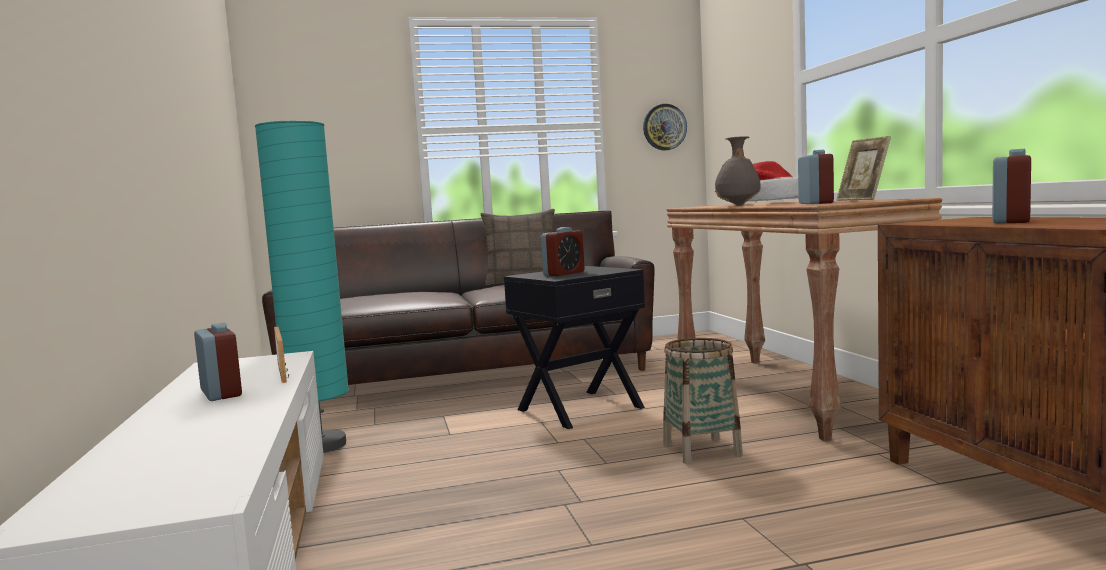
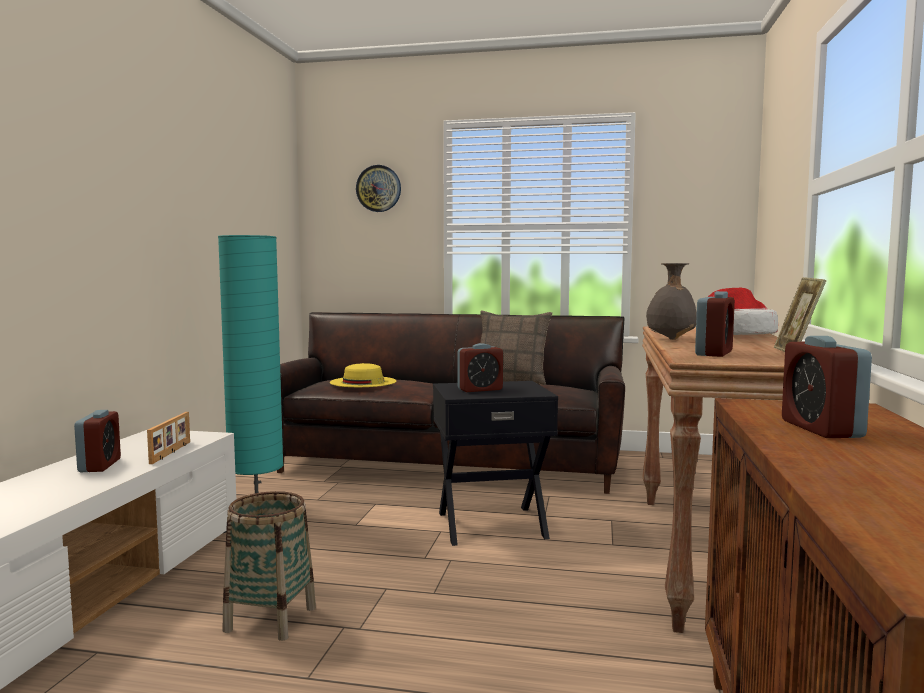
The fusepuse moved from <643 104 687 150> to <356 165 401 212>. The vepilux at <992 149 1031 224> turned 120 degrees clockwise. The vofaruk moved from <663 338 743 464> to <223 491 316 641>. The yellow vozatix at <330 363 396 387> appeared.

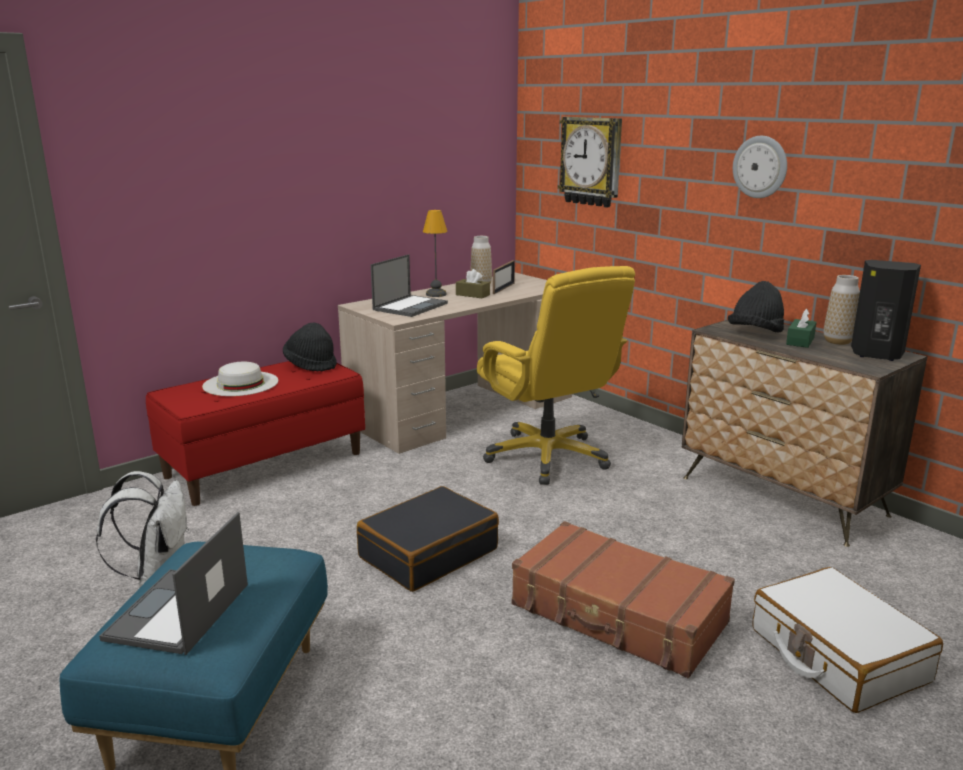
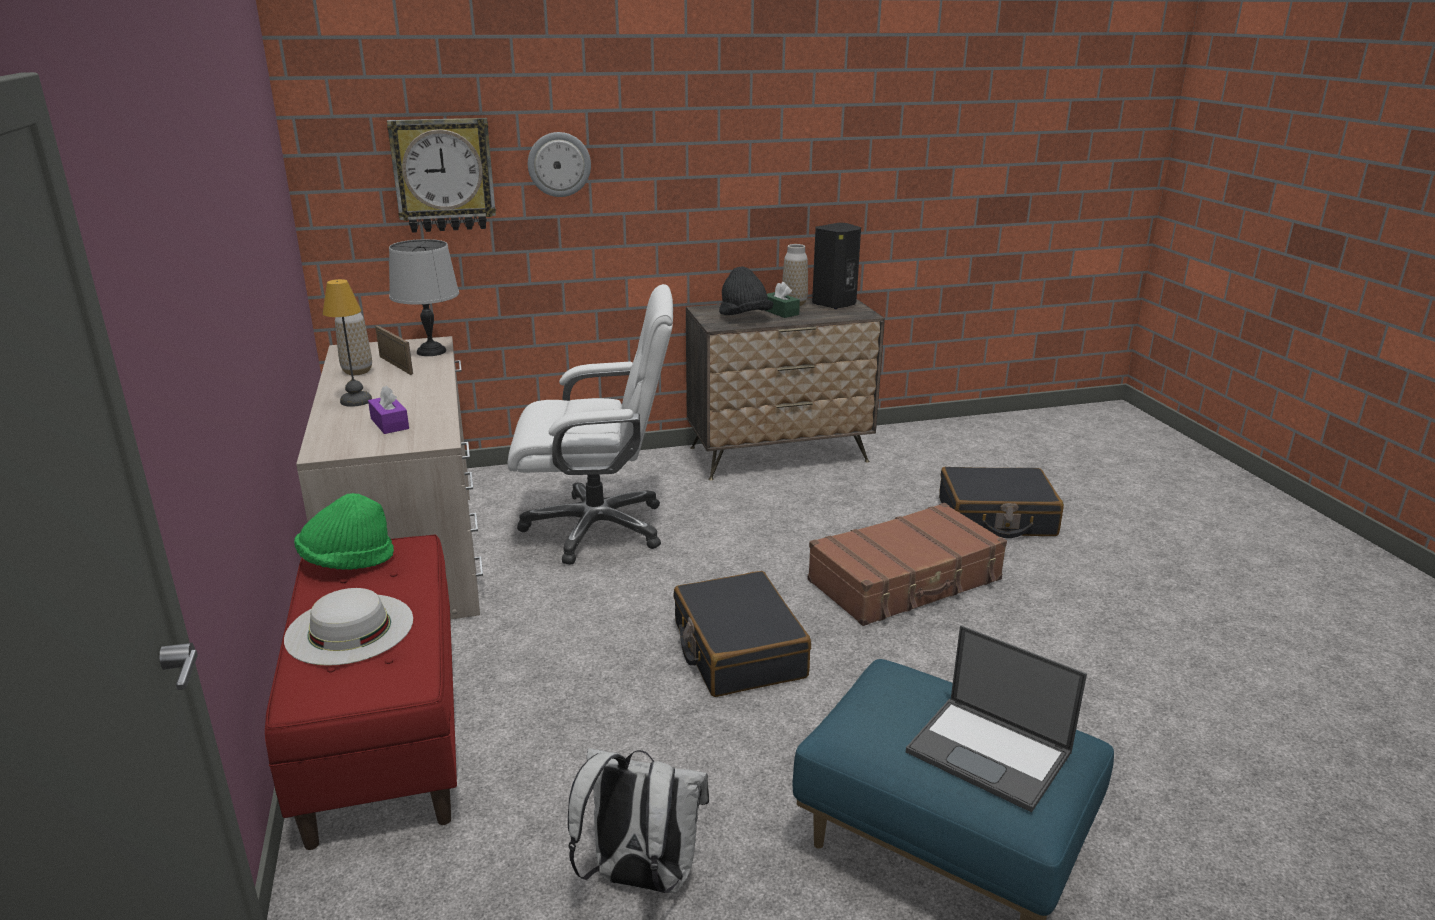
The fusepuse moved from <733 136 787 198> to <528 132 591 197>. The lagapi at <371 254 448 317> was replaced by the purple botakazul at <368 386 409 434>. The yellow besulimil at <477 266 635 485> became the white besulimil at <508 284 673 564>. The brown botakazul at <456 269 490 298> disappeared. The black vozatix at <283 323 337 372> became the green vozatix at <294 493 394 570>. The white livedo at <753 567 943 713> became the black livedo at <939 467 1064 538>. The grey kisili at <389 239 459 356> appeared.

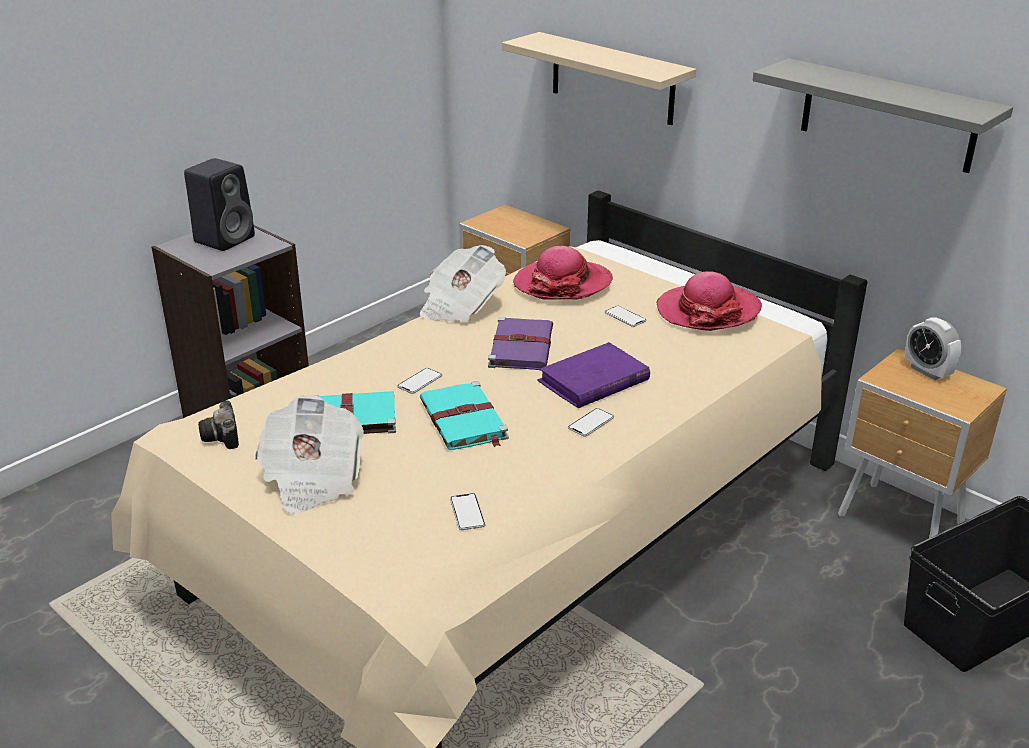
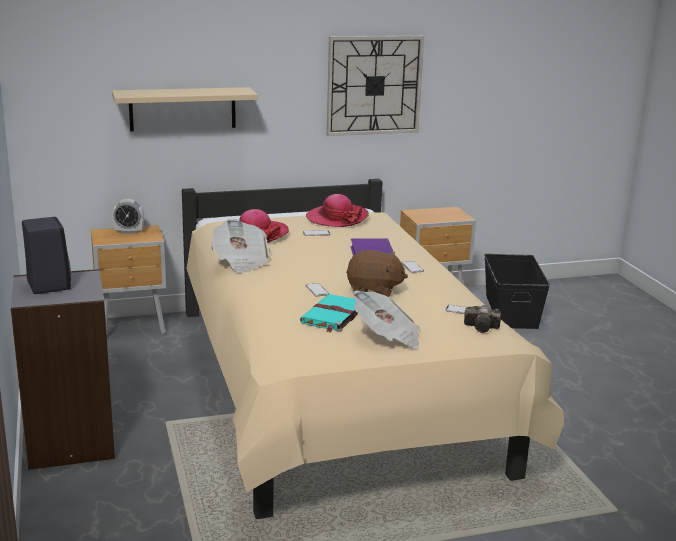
The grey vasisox at <753 58 1013 173> was replaced by the fusepuse at <327 36 424 136>. The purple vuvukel at <488 317 553 370> disappeared. The vepilux moved from <905 317 961 380> to <112 199 144 234>. The turquoise vuvukel at <420 381 509 450> was replaced by the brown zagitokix at <346 250 408 297>. The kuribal moved from <198 401 239 449> to <464 305 501 333>.

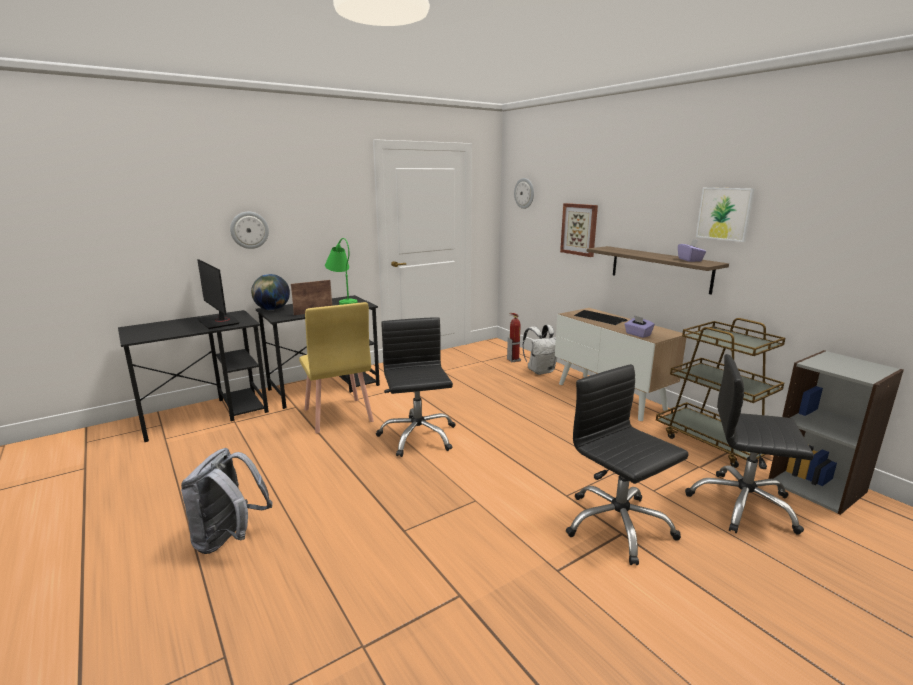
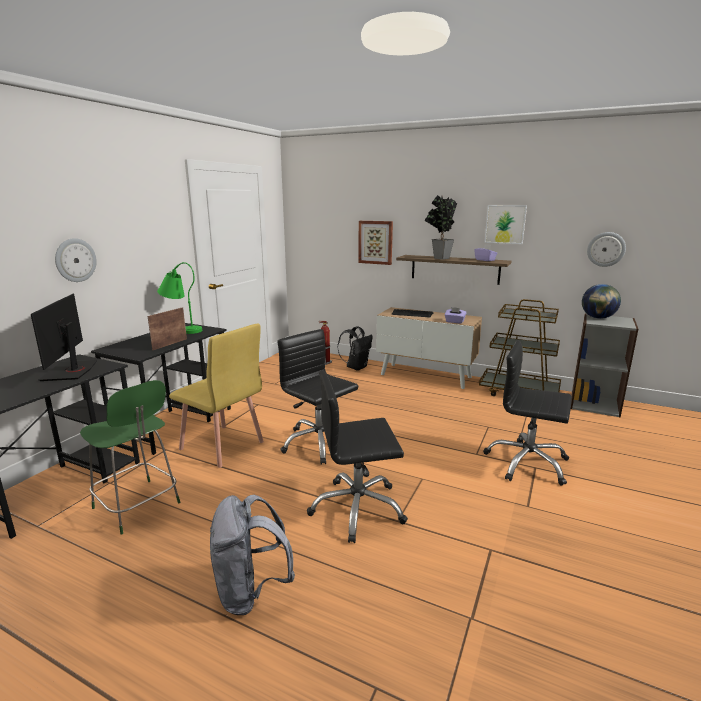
The fusepuse moved from <514 178 534 209> to <587 232 626 267>. The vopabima at <197 259 240 329> turned 60 degrees clockwise. The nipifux moved from <251 274 290 310> to <582 284 621 319>. The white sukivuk at <523 325 557 375> became the black sukivuk at <338 326 373 371>. The black besulimil moved from <685 354 814 535> to <307 370 408 543>. The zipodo at <424 195 457 260> appeared. The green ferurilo at <80 380 180 535> appeared.

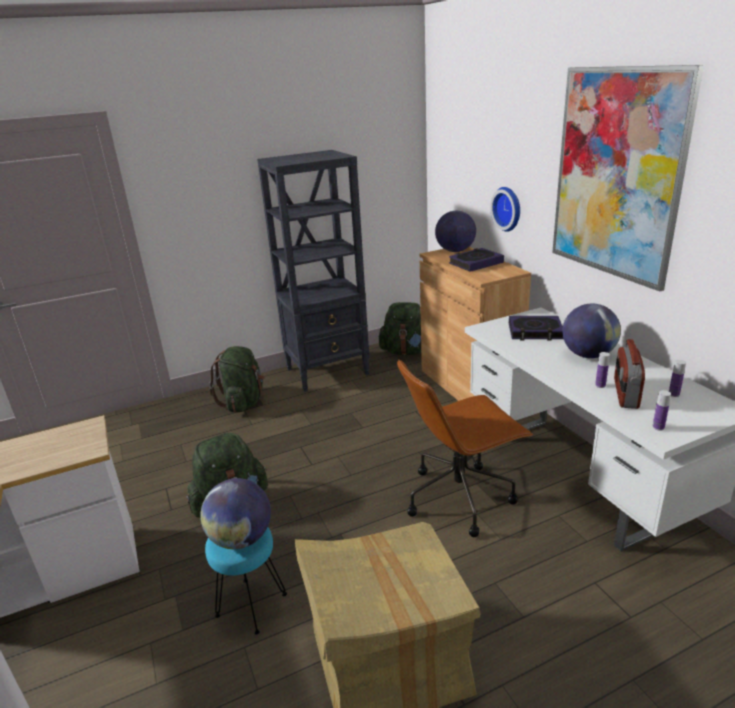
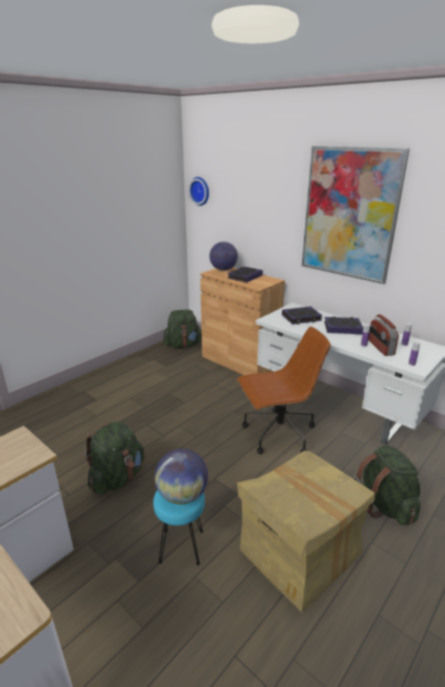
The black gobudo at <257 150 370 392> disappeared. The fusepuse moved from <490 187 520 232> to <189 177 209 206>. The nipifux at <562 303 621 358> was replaced by the vuvukel at <324 316 363 334>. The green sukivuk moved from <209 346 265 413> to <353 446 421 525>. The brown besulimil at <397 360 533 537> turned 150 degrees counterclockwise.

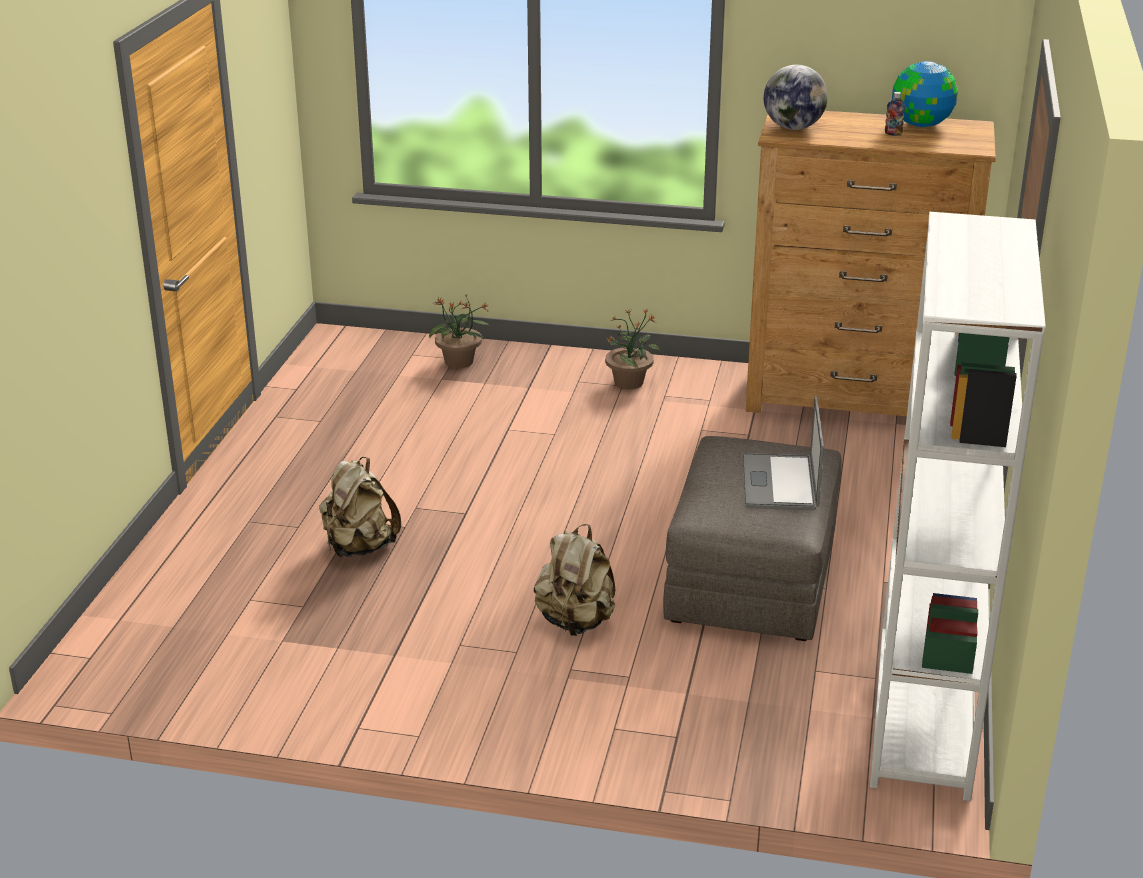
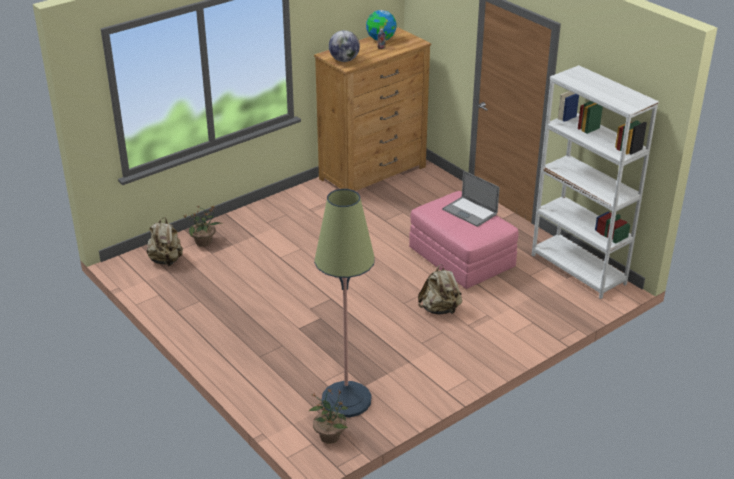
The zipodo moved from <605 309 660 389> to <309 389 348 444>. The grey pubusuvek at <663 436 841 641> became the pink pubusuvek at <409 191 519 289>. The beige sukivuk moved from <319 457 401 557> to <147 217 183 266>. The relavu at <314 189 375 417> appeared.

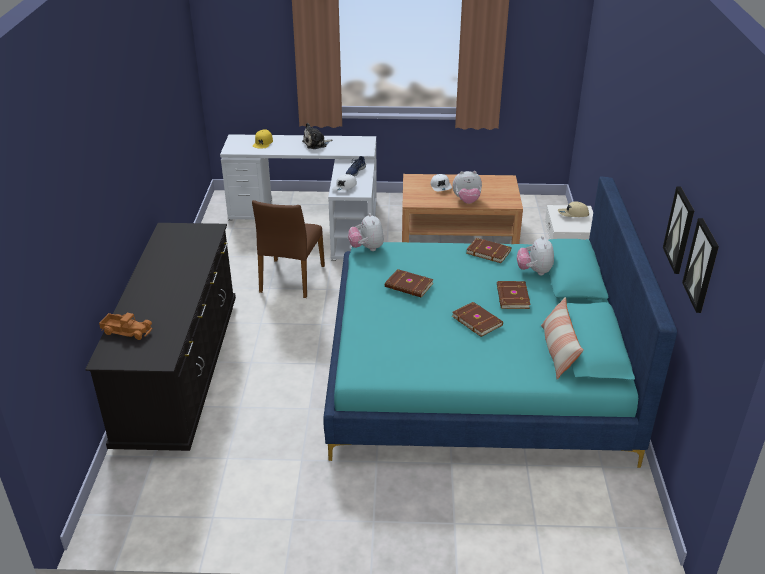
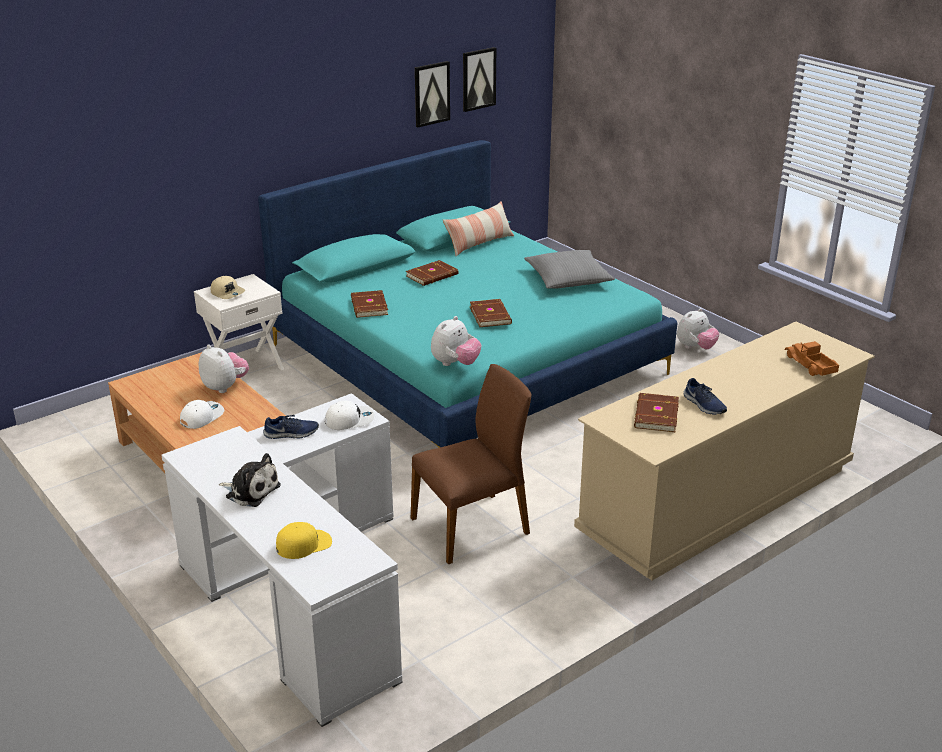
The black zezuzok at <85 223 236 451> became the beige zezuzok at <574 322 875 580>. The zagitokix moved from <517 236 554 276> to <677 308 719 350>. The brown vuvukel moved from <452 302 503 337> to <634 393 679 432>. The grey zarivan at <524 250 615 289> appeared. The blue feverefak at <684 378 727 415> appeared.

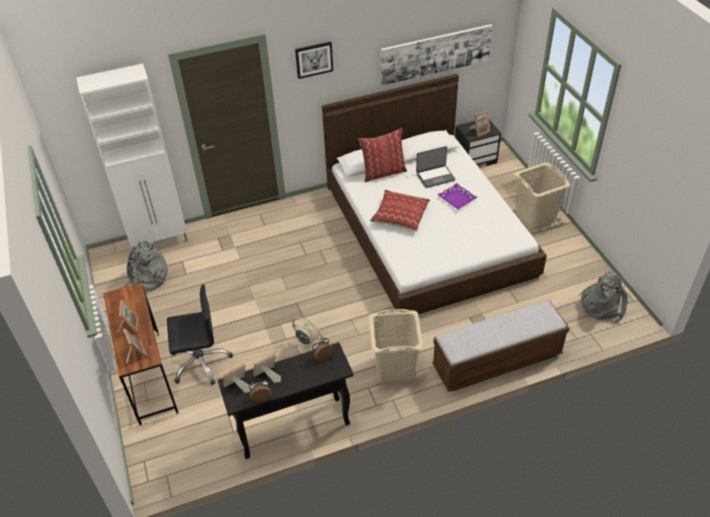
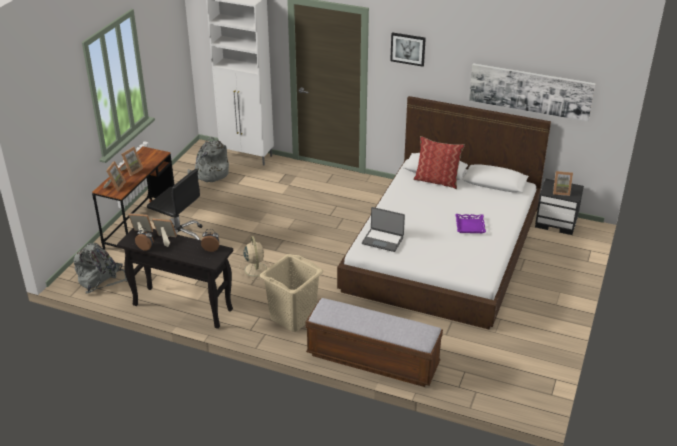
The lagapi moved from <416 146 455 188> to <362 207 405 252>. The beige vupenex at <514 163 570 230> disappeared. The zarivan at <370 190 430 231> disappeared. The grey sukivuk moved from <579 272 627 323> to <74 243 128 294>.

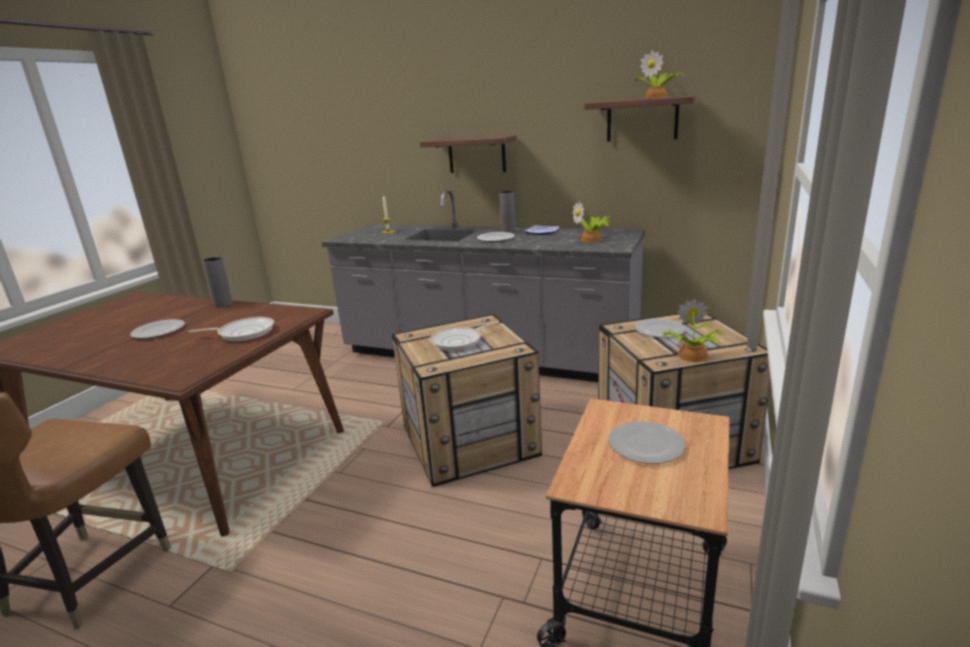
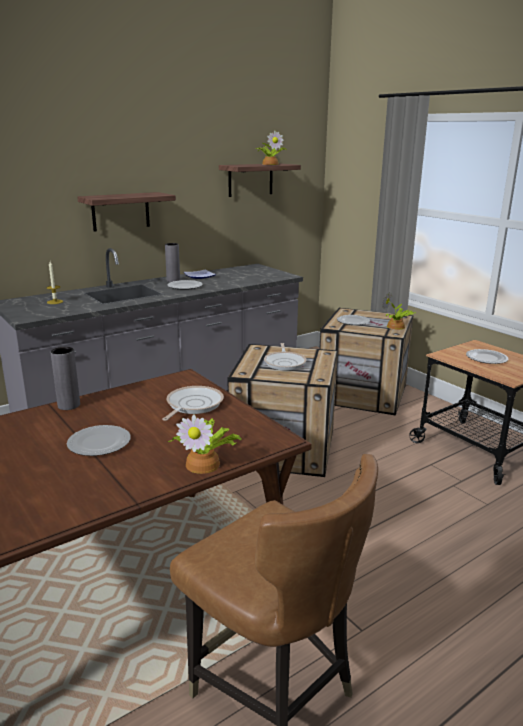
The zipodo moved from <572 201 611 242> to <167 415 242 474>.

